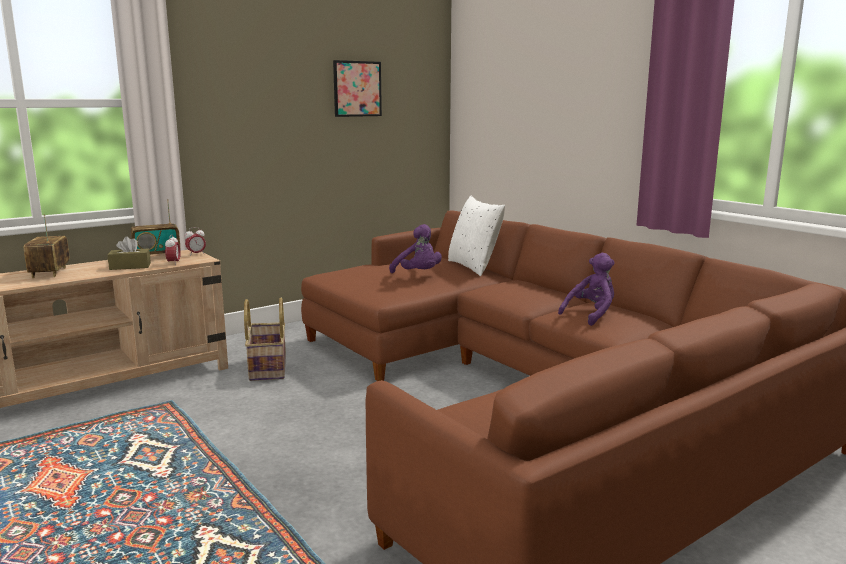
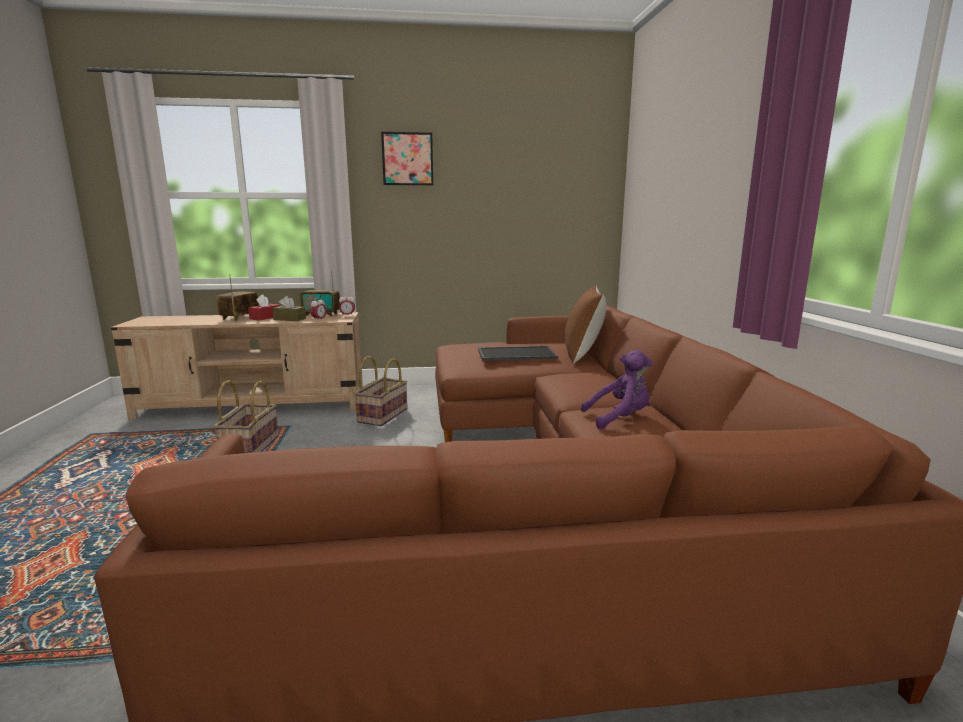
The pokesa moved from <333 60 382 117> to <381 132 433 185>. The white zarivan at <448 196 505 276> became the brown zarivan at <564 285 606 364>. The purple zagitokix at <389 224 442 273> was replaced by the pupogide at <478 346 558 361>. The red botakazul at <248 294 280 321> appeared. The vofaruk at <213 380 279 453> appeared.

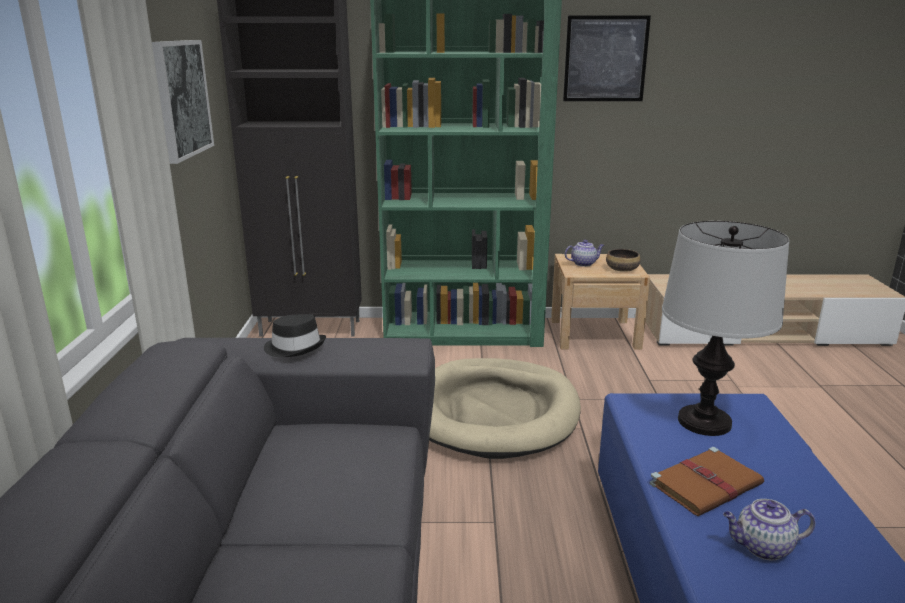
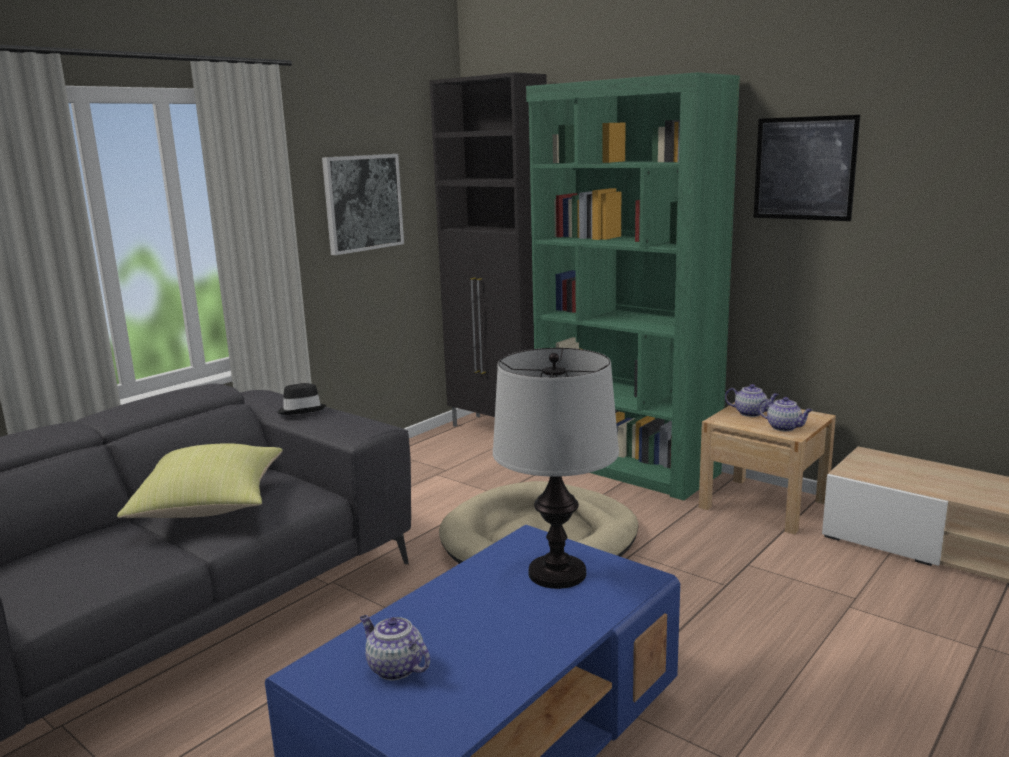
The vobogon at <606 249 641 272> was replaced by the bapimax at <758 397 813 431>. The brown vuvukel at <650 447 764 516> disappeared. The yellow zarivan at <117 443 283 518> appeared.

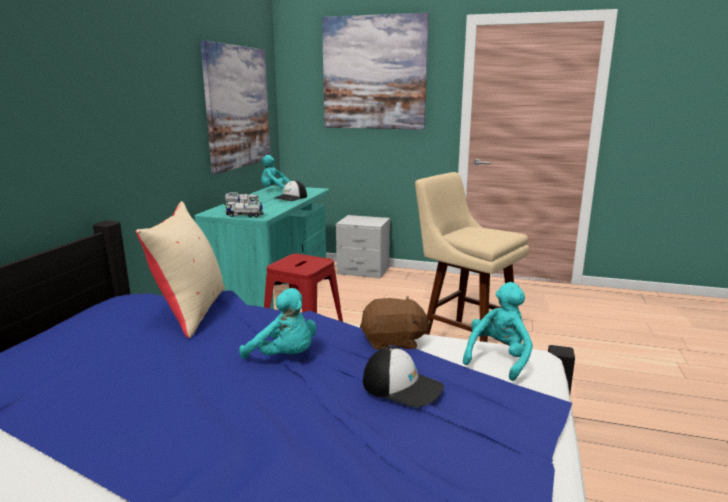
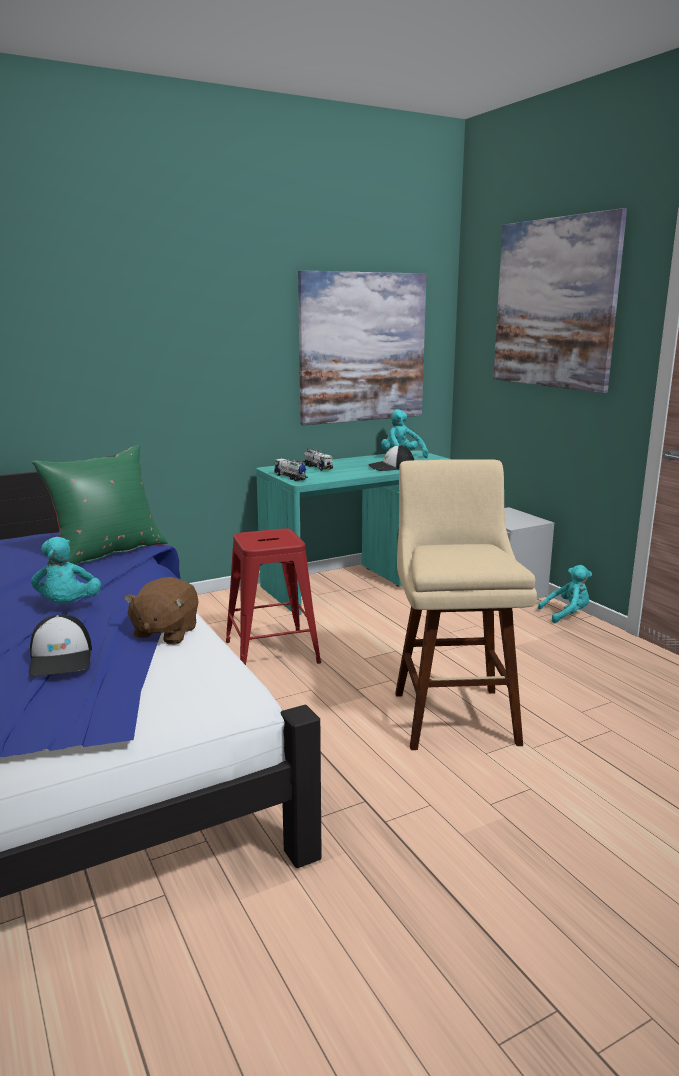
The beige zarivan at <136 201 225 338> became the green zarivan at <32 445 168 565>. The turquoise zagitokix moved from <463 282 533 381> to <538 565 592 623>. The brown zagitokix at <360 296 431 350> turned 60 degrees clockwise.

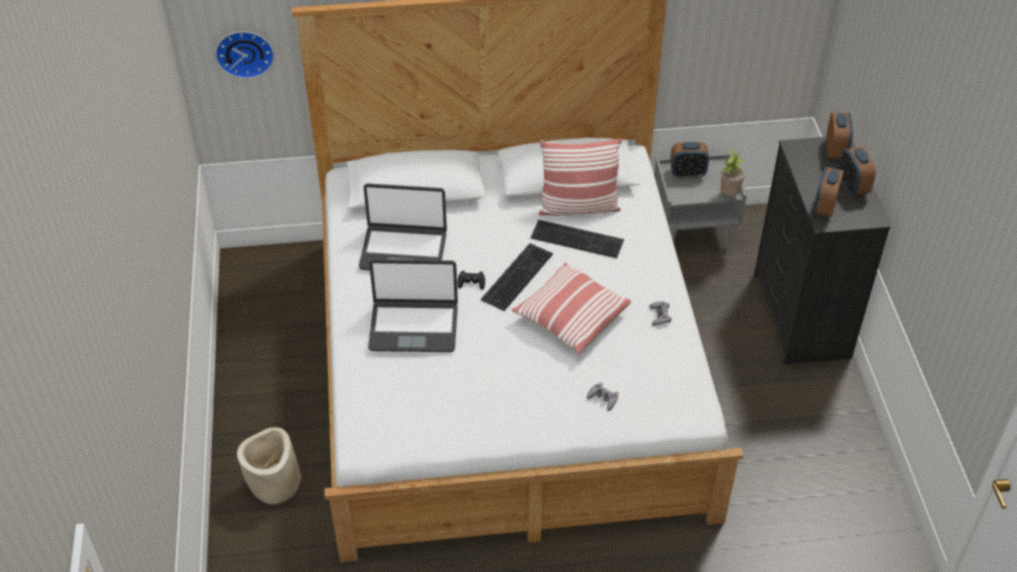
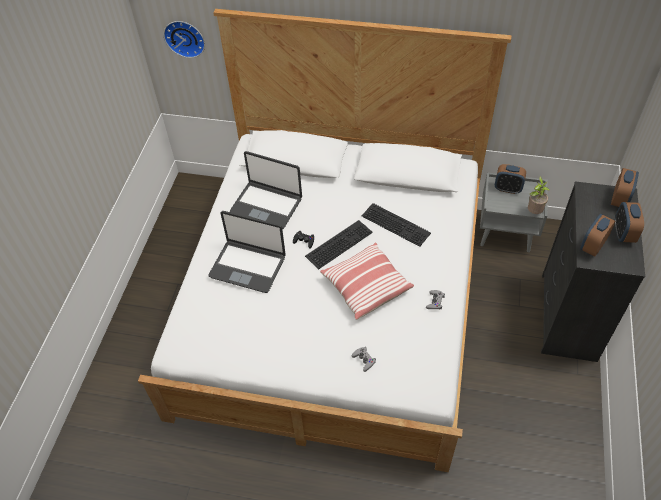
The zarivan at <539 138 622 215> disappeared. The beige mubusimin at <237 427 301 505> disappeared.

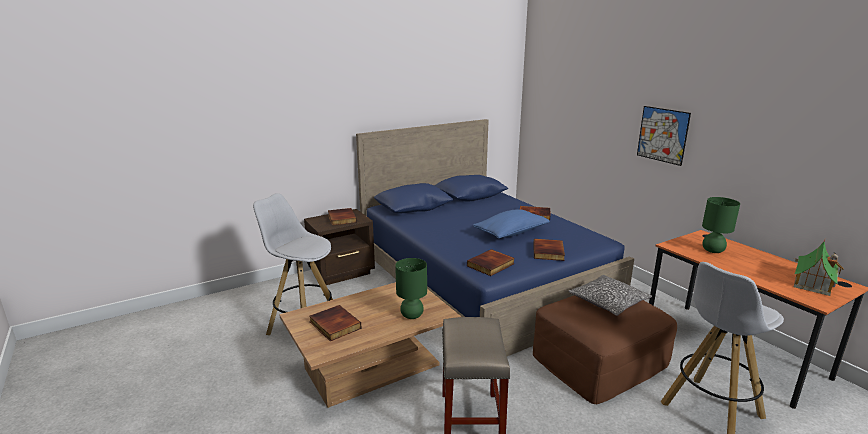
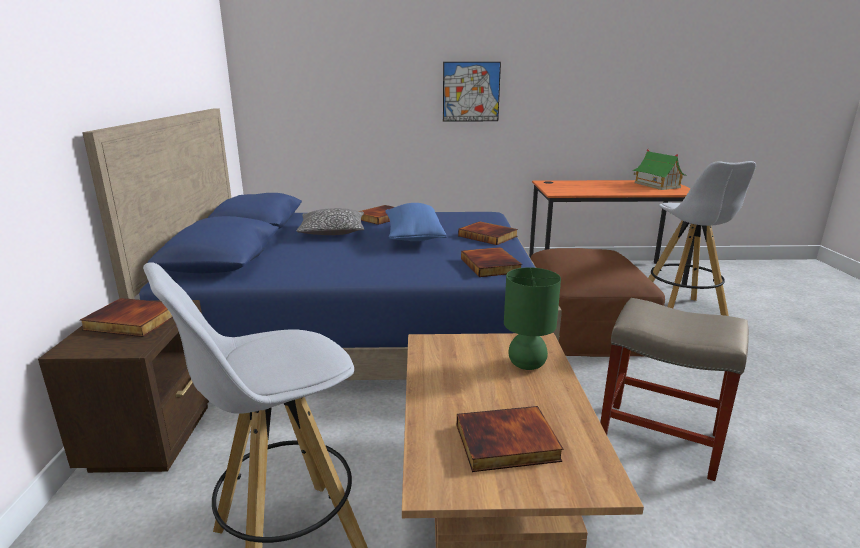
The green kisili at <702 197 740 253> disappeared. The zarivan moved from <569 275 652 316> to <296 208 364 235>.

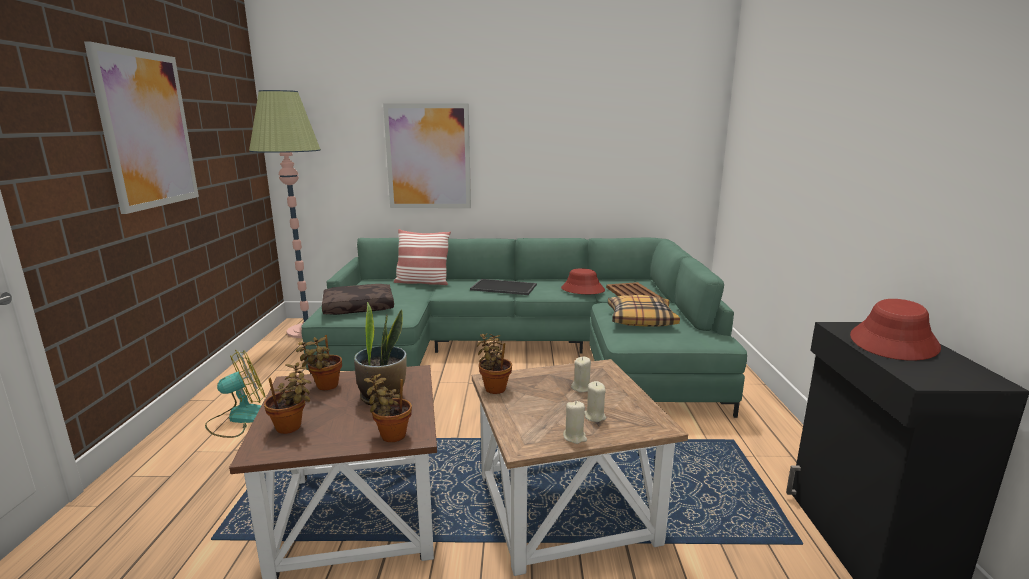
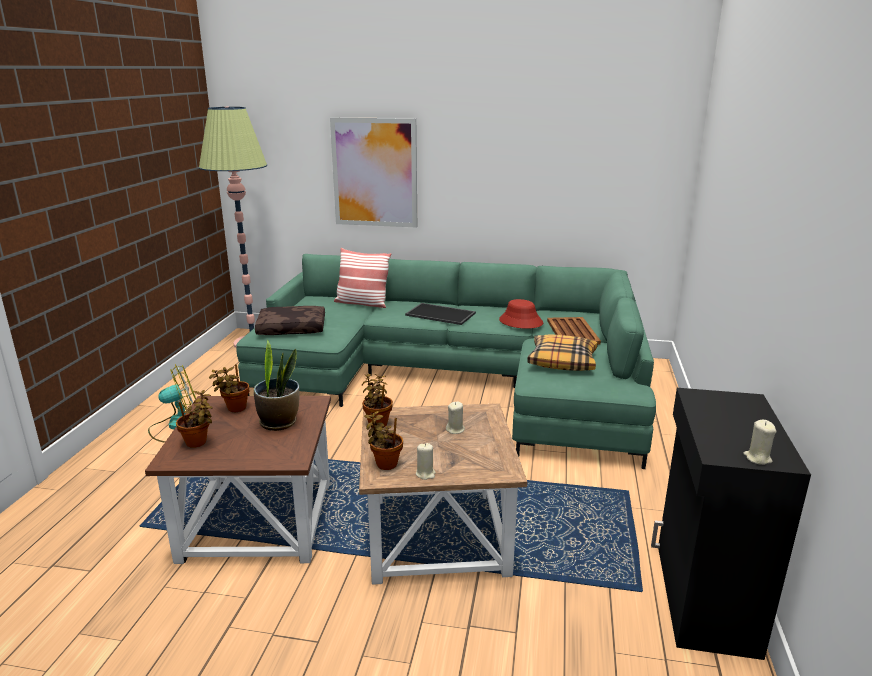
The pokesa at <84 41 199 214> disappeared. The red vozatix at <850 299 941 361> disappeared. The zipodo moved from <364 374 412 442> to <364 411 403 470>. The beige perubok moved from <584 381 606 422> to <743 420 776 465>.

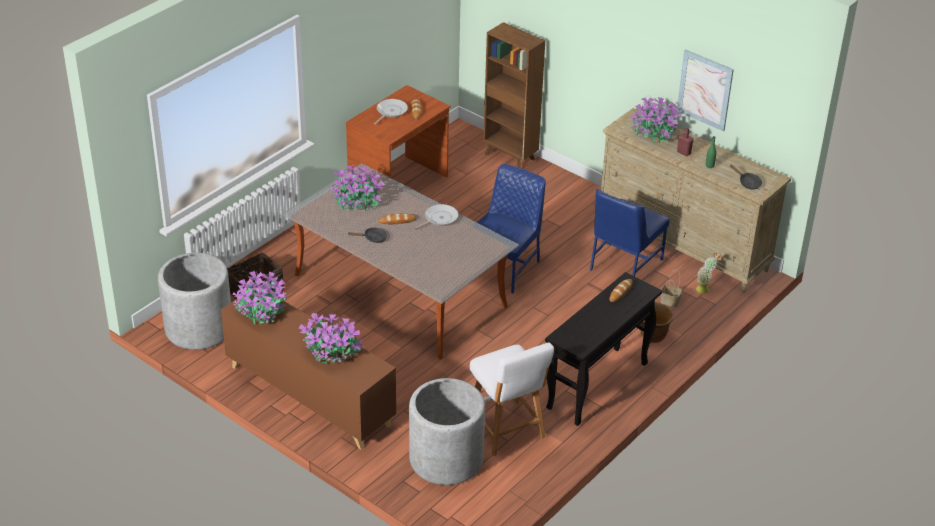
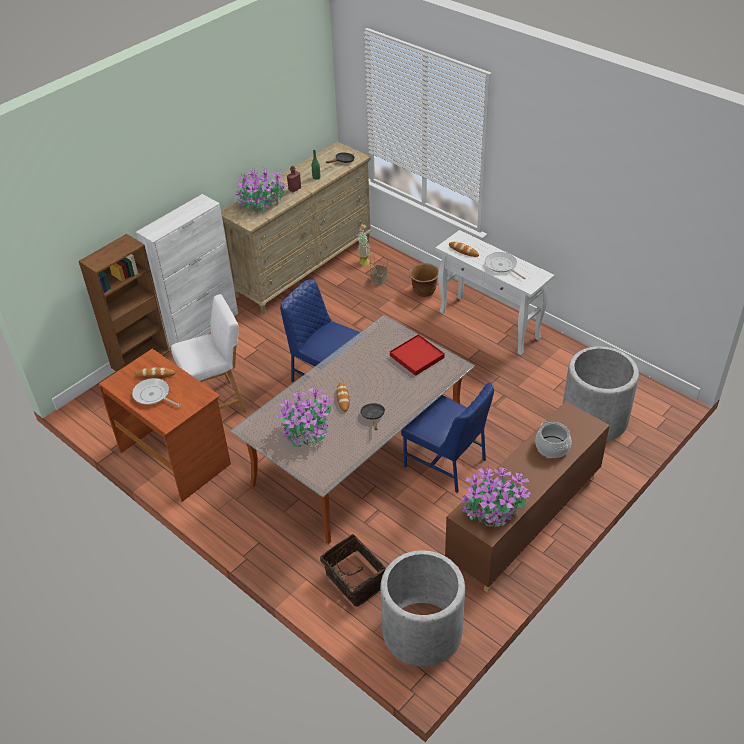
The pokesa at <677 49 734 131> disappeared. The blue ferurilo moved from <590 189 670 276> to <401 383 494 493>. The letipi moved from <413 204 458 230> to <485 252 525 279>. The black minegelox at <545 272 662 426> became the white minegelox at <435 230 555 355>. The zipodo at <299 313 364 364> was replaced by the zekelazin at <535 421 572 458>. The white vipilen moved from <470 342 554 456> to <171 294 247 413>. The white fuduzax at <136 194 238 348> appeared. The red pupogide at <390 334 445 376> appeared.

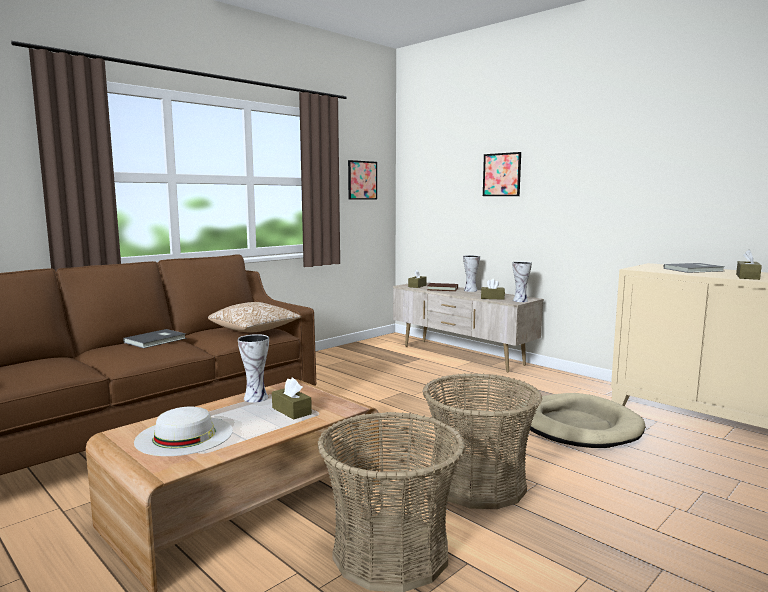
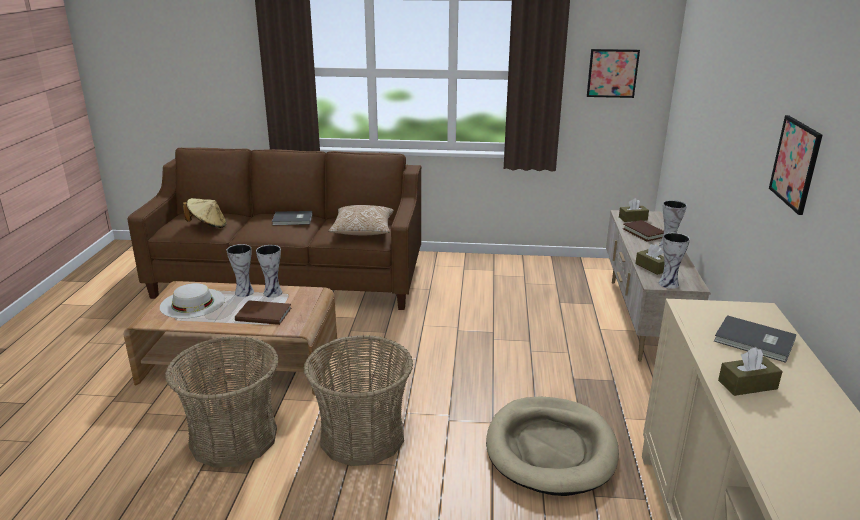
The pokesa moved from <483 152 521 196> to <769 115 822 215>. The brown botakazul at <272 378 312 420> was replaced by the brown vuvukel at <235 300 291 325>. The beige vozatix at <183 198 227 228> appeared. The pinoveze at <227 244 254 297> appeared.

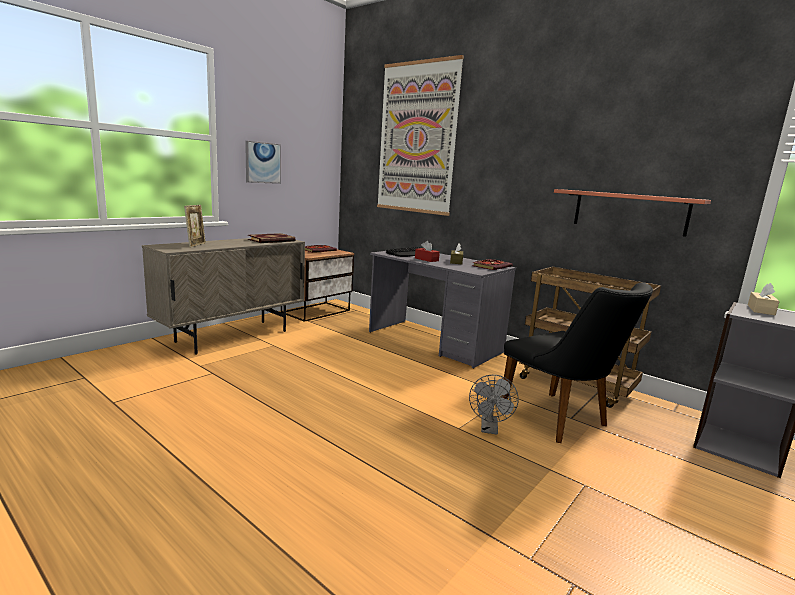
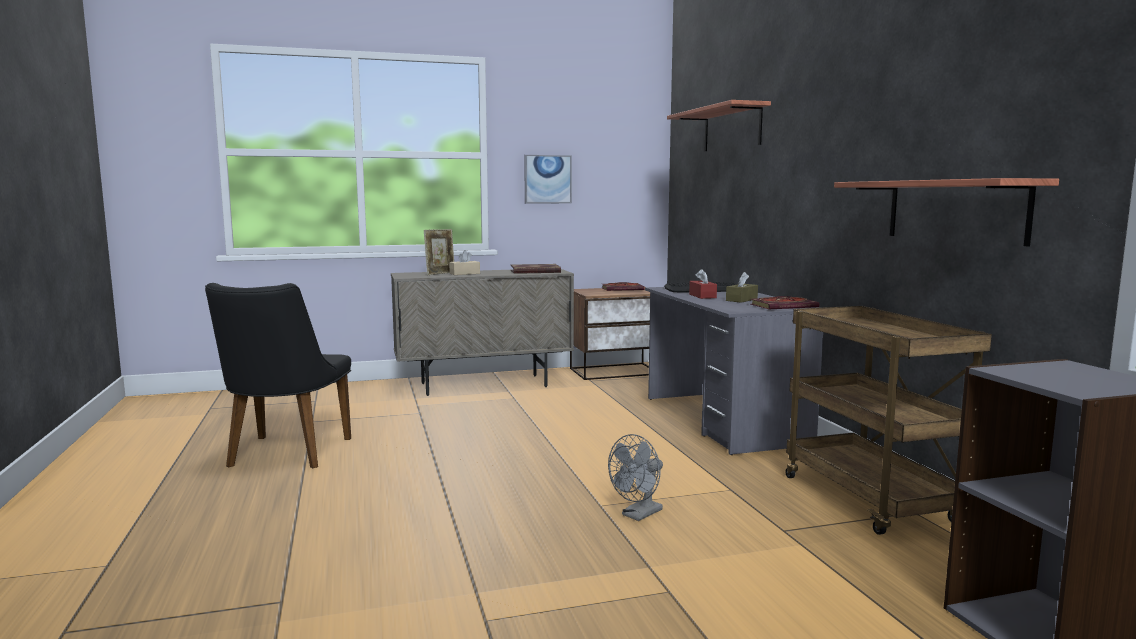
The pokesa at <377 55 464 216> was replaced by the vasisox at <667 100 771 151>. The black ferurilo moved from <501 282 653 443> to <205 283 351 468>. The beige botakazul moved from <748 283 780 315> to <449 250 480 275>.

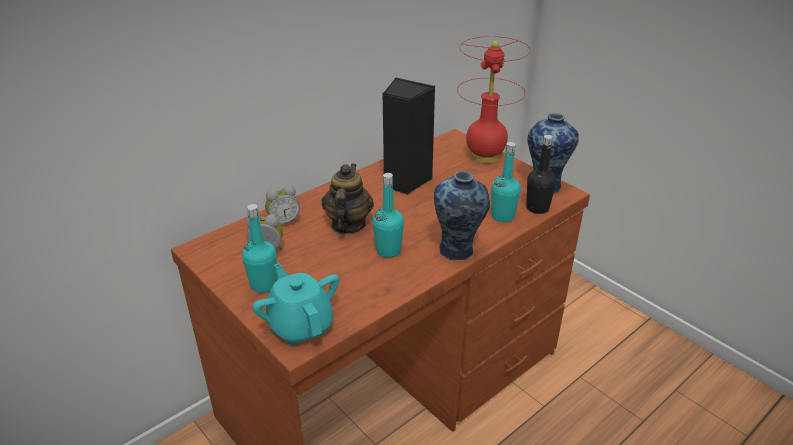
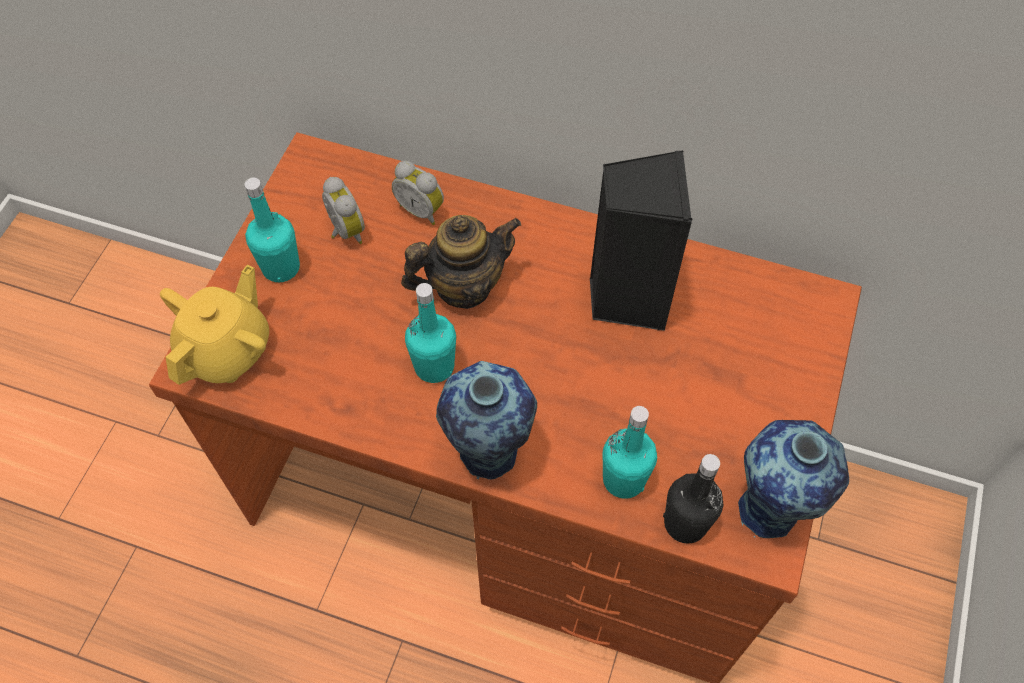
The red kisili at <457 36 531 163> disappeared. The turquoise bapimax at <252 263 339 345> became the yellow bapimax at <160 265 269 385>.

